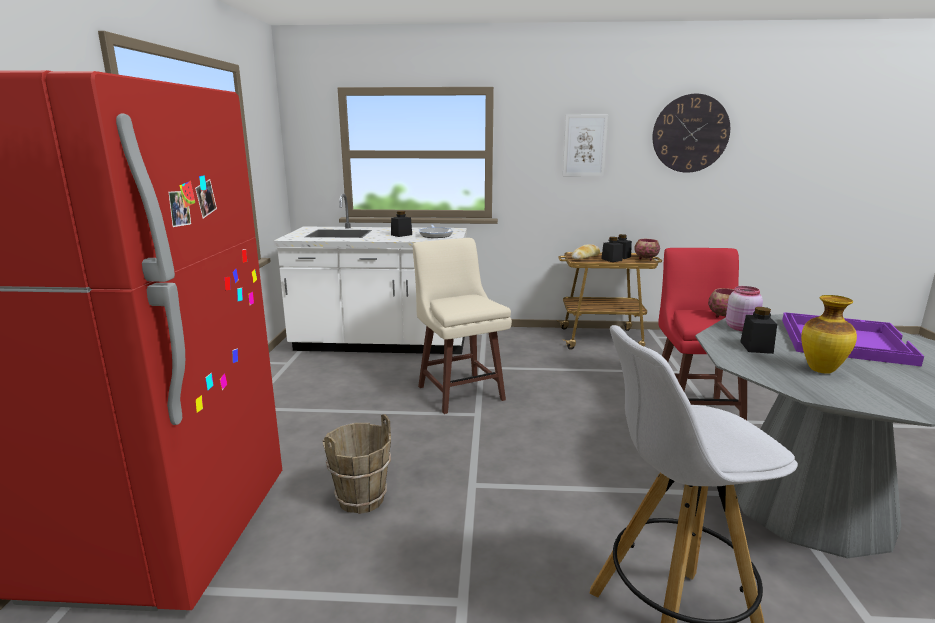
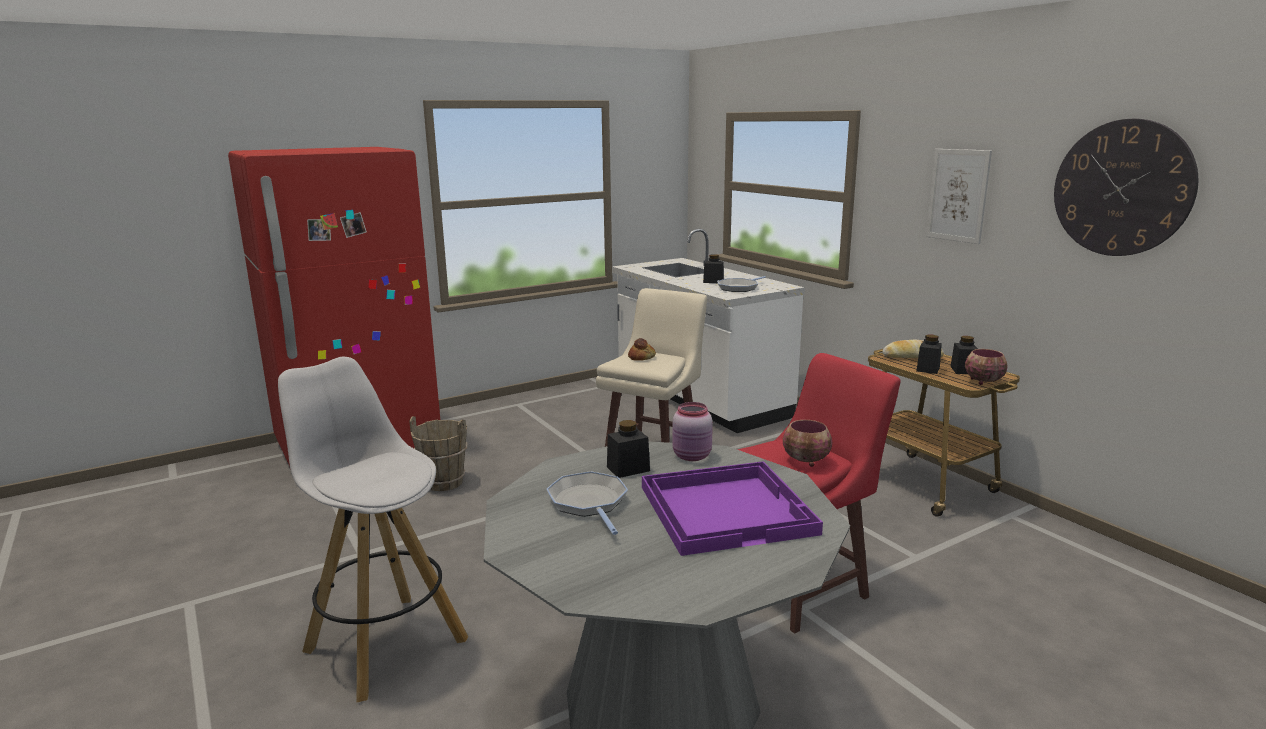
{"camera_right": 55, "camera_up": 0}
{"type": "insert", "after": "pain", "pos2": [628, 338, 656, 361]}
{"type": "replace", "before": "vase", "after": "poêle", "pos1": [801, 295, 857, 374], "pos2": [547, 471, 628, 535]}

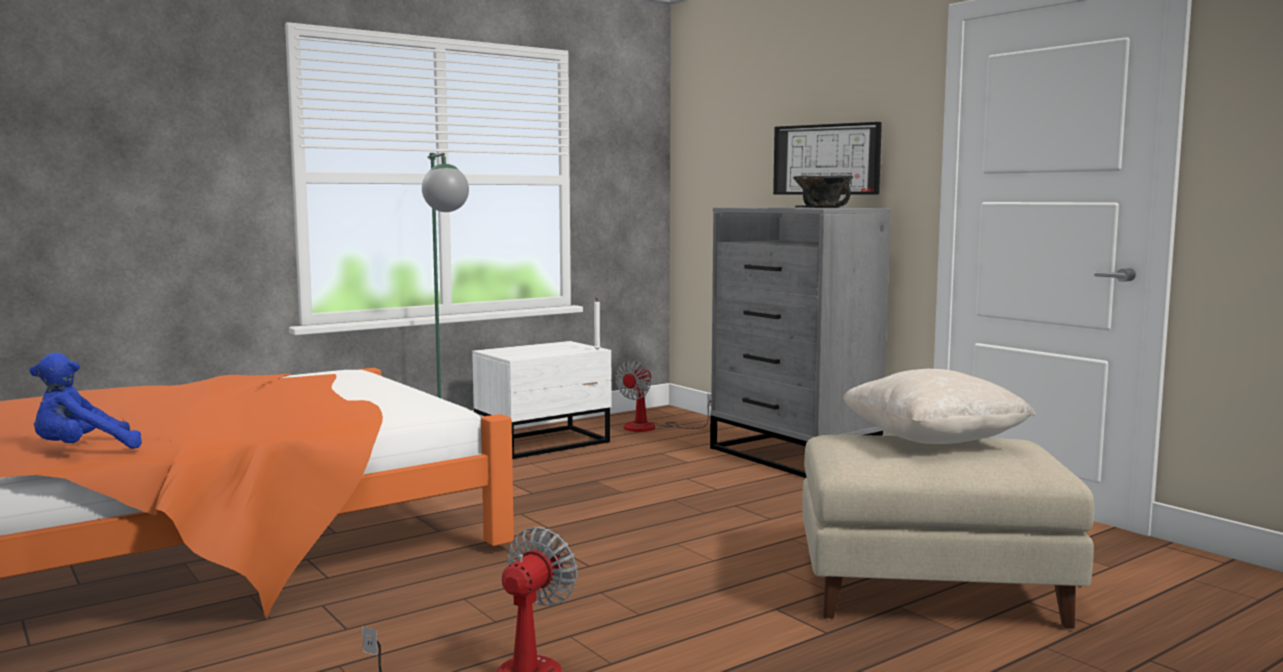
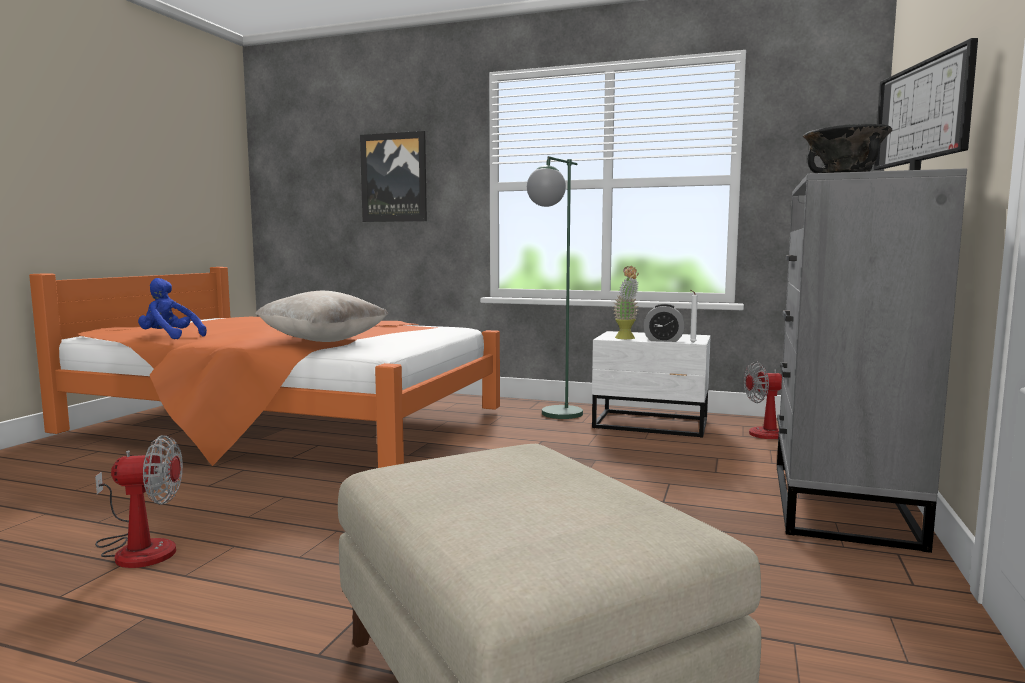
{"camera_right": 55, "camera_up": 0}
{"type": "insert", "after": "tableau", "pos2": [360, 131, 427, 222]}
{"type": "insert", "after": "plante en pot", "pos2": [613, 266, 639, 339]}
{"type": "insert", "after": "réveil", "pos2": [643, 304, 684, 342]}
{"type": "move", "before": "coussin (beige)", "pos1": [843, 369, 1036, 444], "pos2": [255, 291, 388, 342]}

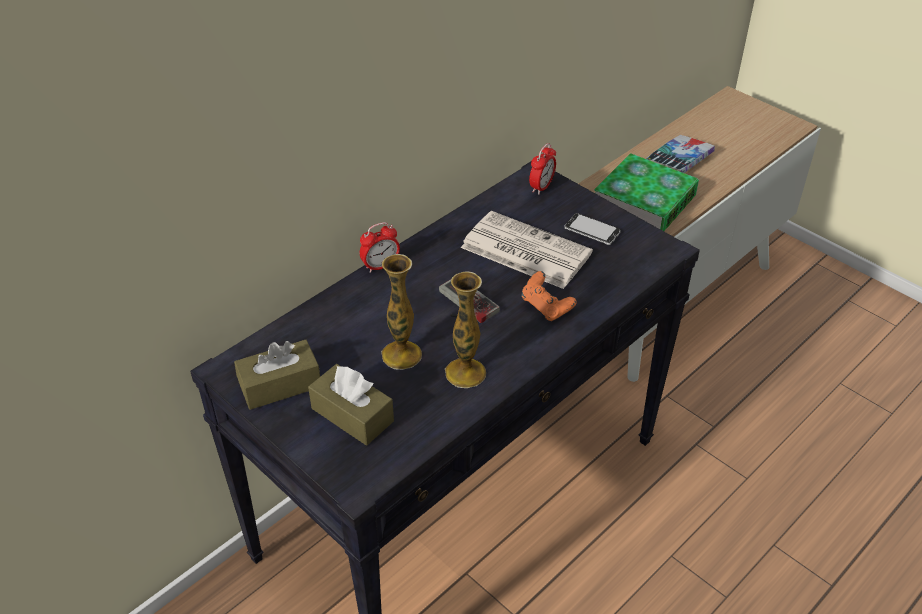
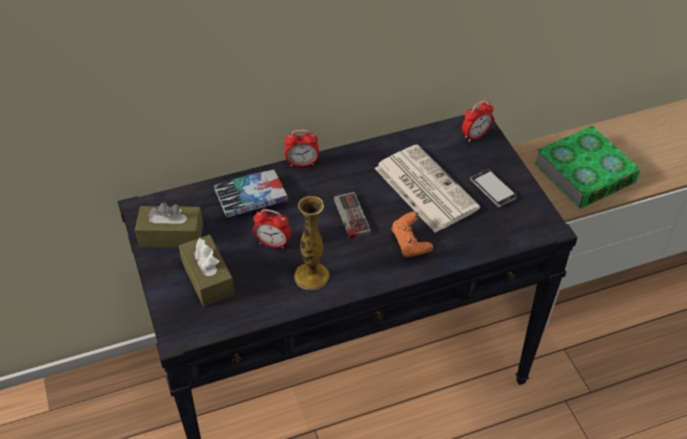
{"camera_right": 25, "camera_up": 5}
{"type": "move", "before": "livre", "pos1": [646, 135, 715, 173], "pos2": [214, 170, 288, 217]}
{"type": "replace", "before": "vase", "after": "réveil", "pos1": [381, 254, 422, 370], "pos2": [253, 209, 291, 249]}

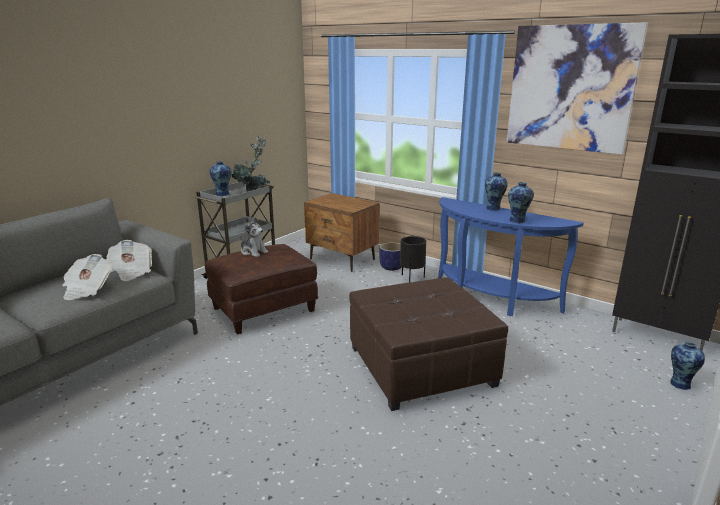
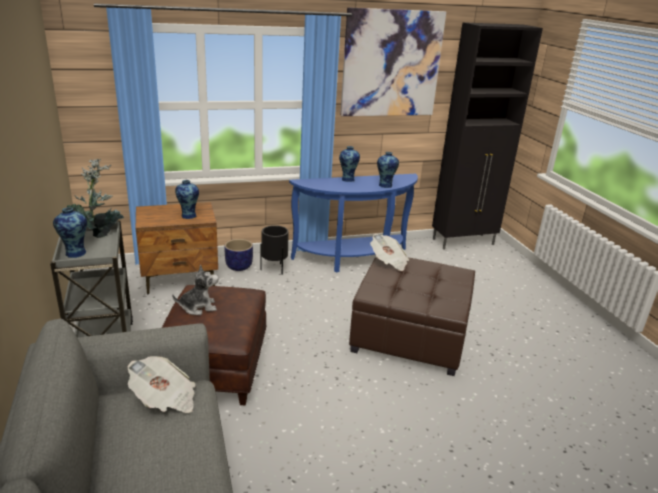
{"camera_right": -55, "camera_up": 5}
{"type": "move", "before": "journal", "pos1": [62, 254, 113, 300], "pos2": [370, 234, 409, 271]}
{"type": "move", "before": "vase", "pos1": [670, 341, 705, 390], "pos2": [175, 180, 199, 219]}

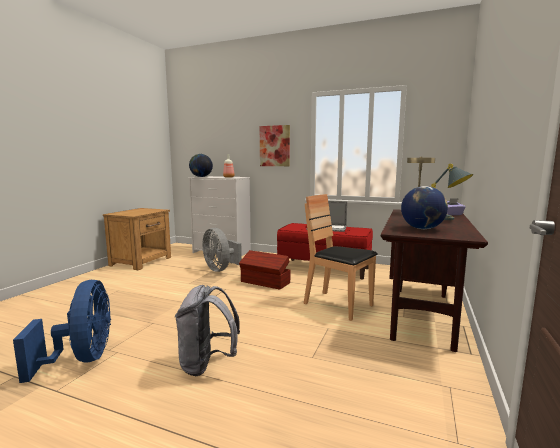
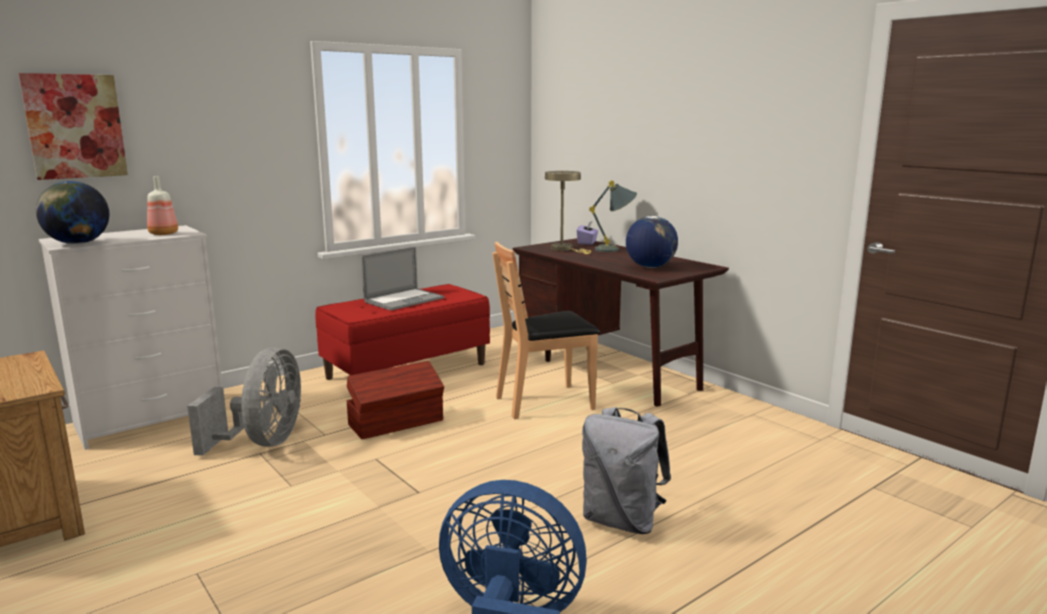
{"camera_right": -60, "camera_up": 5}
{"type": "move", "before": "tableau", "pos1": [260, 125, 290, 166], "pos2": [19, 73, 128, 180]}
{"type": "rotate", "before": "ventilateur (gris)", "pos1": [203, 228, 242, 272], "pos2": [187, 347, 301, 456], "turn": -75}

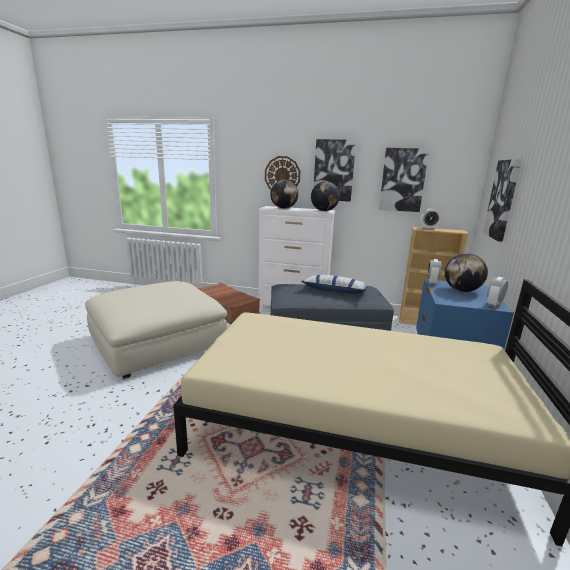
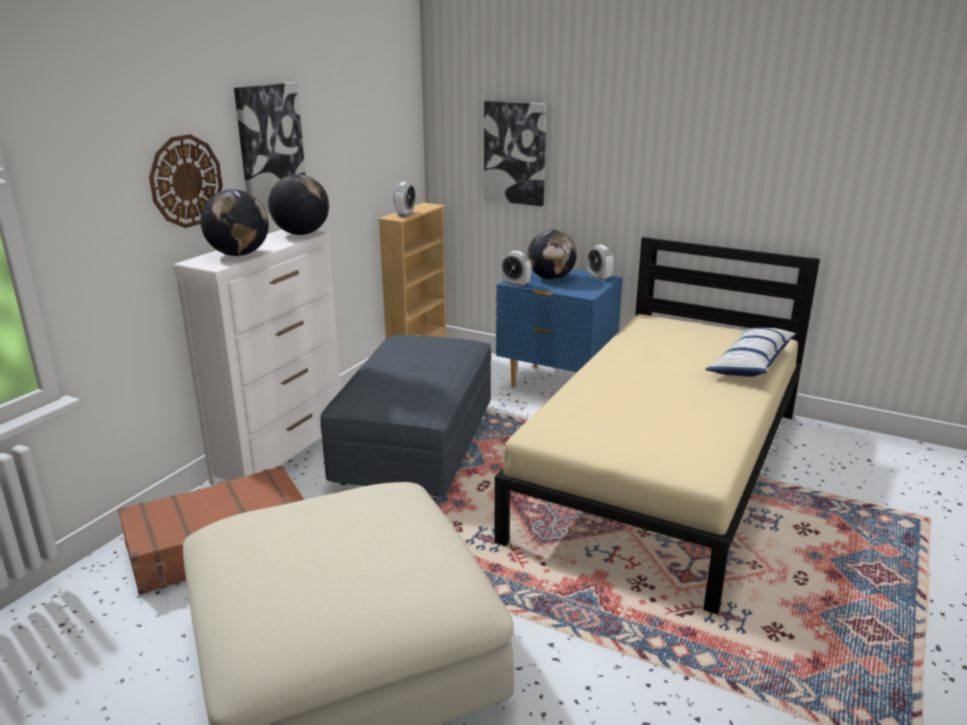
{"camera_right": -75, "camera_up": 5}
{"type": "delete", "before": "tableau", "pos1": [379, 148, 429, 212]}
{"type": "move", "before": "coussin", "pos1": [301, 275, 369, 294], "pos2": [705, 328, 797, 377]}

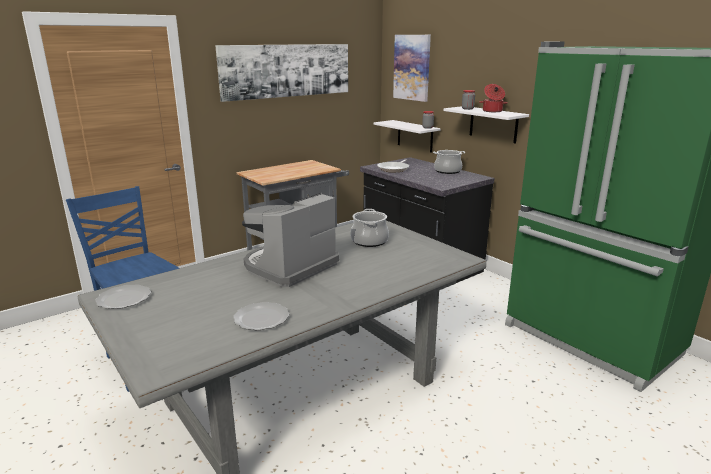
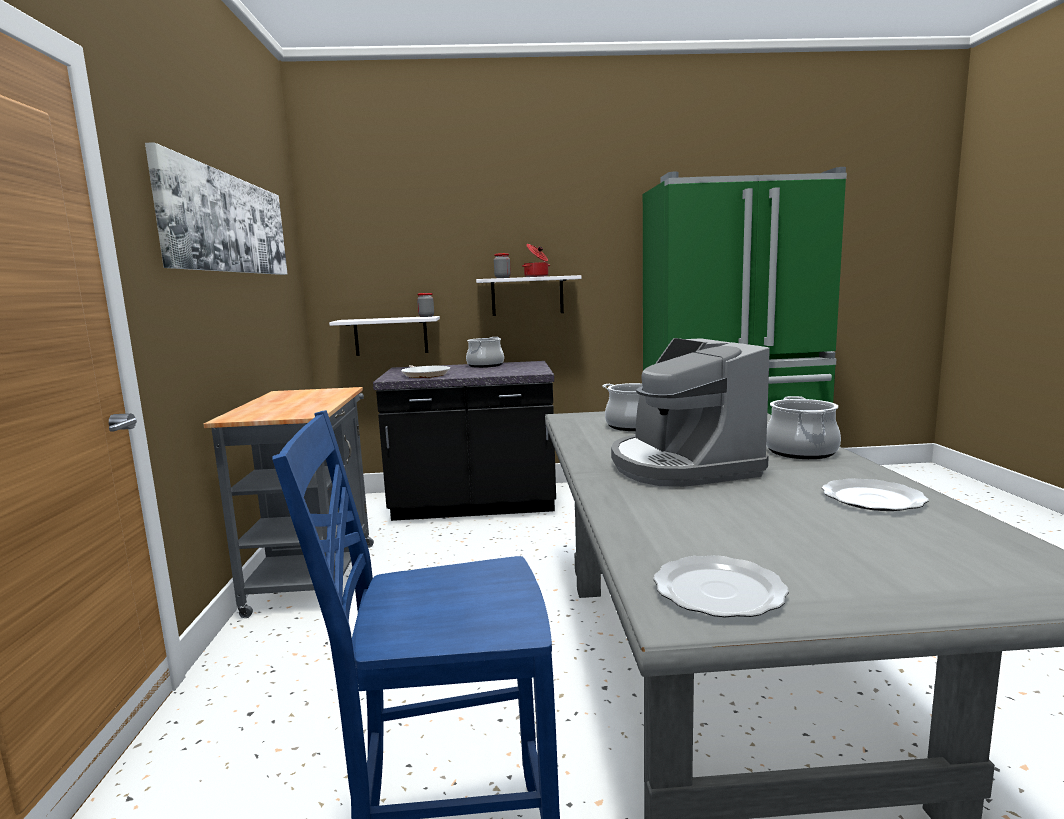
{"camera_right": -55, "camera_up": -10}
{"type": "delete", "before": "tableau", "pos1": [393, 35, 431, 102]}
{"type": "insert", "after": "marmite", "pos2": [766, 396, 841, 459]}

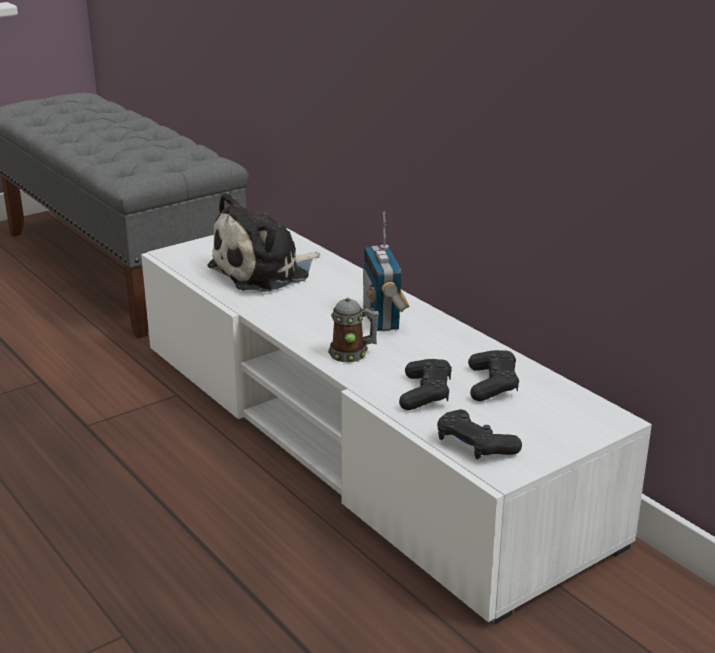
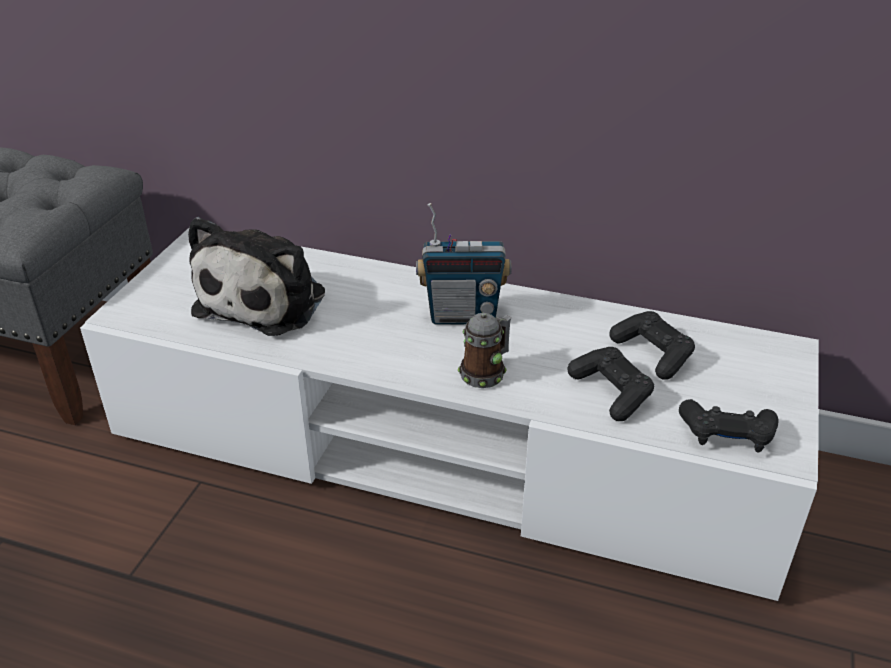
{"camera_right": -35, "camera_up": 10}
{"type": "rotate", "before": "radio", "pos1": [363, 211, 410, 331], "pos2": [416, 203, 511, 325], "turn": -45}

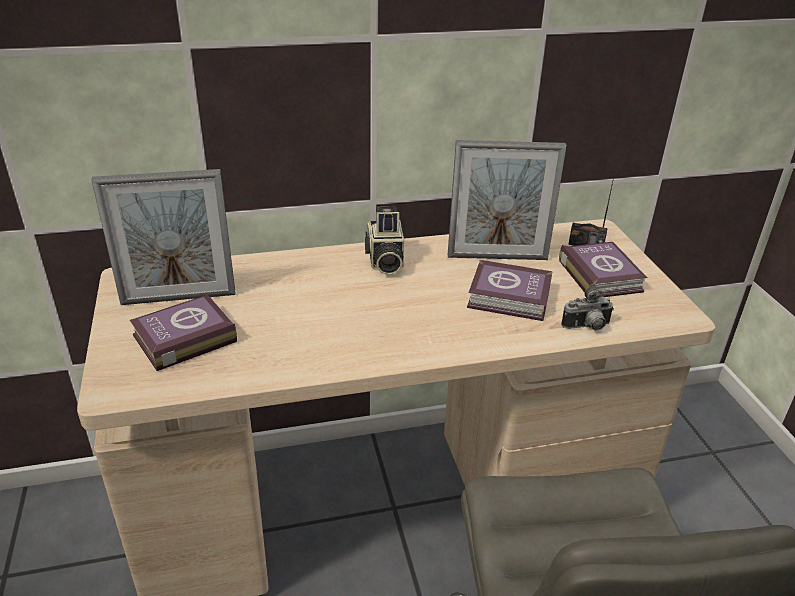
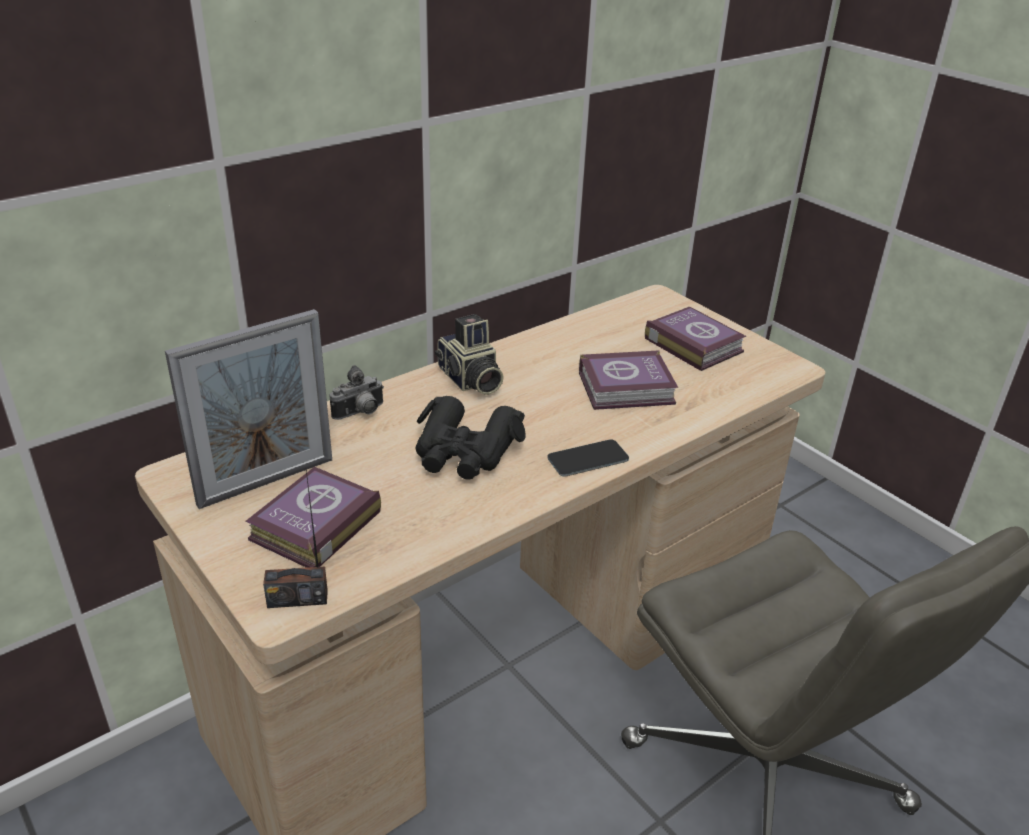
{"camera_right": -25, "camera_up": 0}
{"type": "delete", "before": "cadre photo", "pos1": [448, 140, 567, 260]}
{"type": "insert", "after": "jumelles (noir)", "pos2": [415, 396, 526, 480]}
{"type": "insert", "after": "téléphone", "pos2": [547, 439, 629, 477]}
{"type": "move", "before": "appareil photo", "pos1": [561, 284, 614, 330], "pos2": [330, 365, 384, 420]}
{"type": "move", "before": "radio", "pos1": [568, 162, 617, 246], "pos2": [263, 470, 328, 608]}

